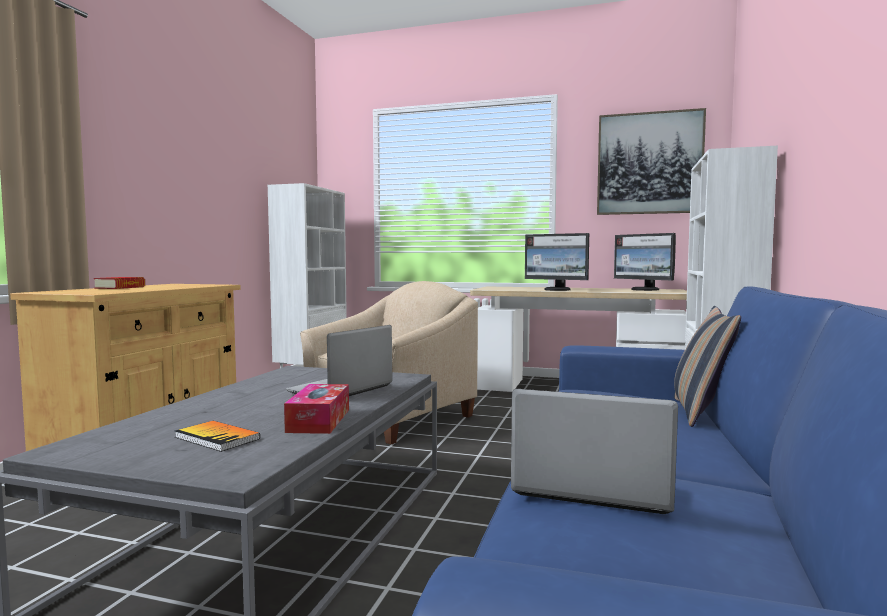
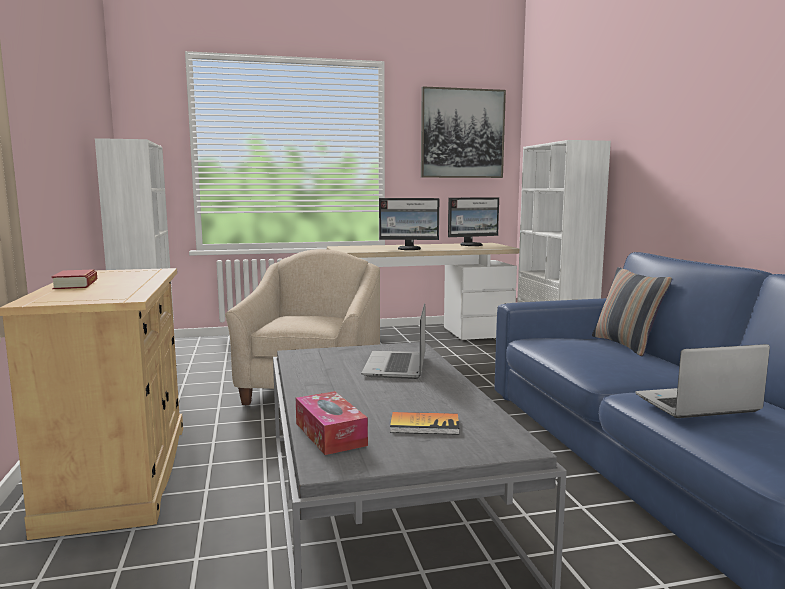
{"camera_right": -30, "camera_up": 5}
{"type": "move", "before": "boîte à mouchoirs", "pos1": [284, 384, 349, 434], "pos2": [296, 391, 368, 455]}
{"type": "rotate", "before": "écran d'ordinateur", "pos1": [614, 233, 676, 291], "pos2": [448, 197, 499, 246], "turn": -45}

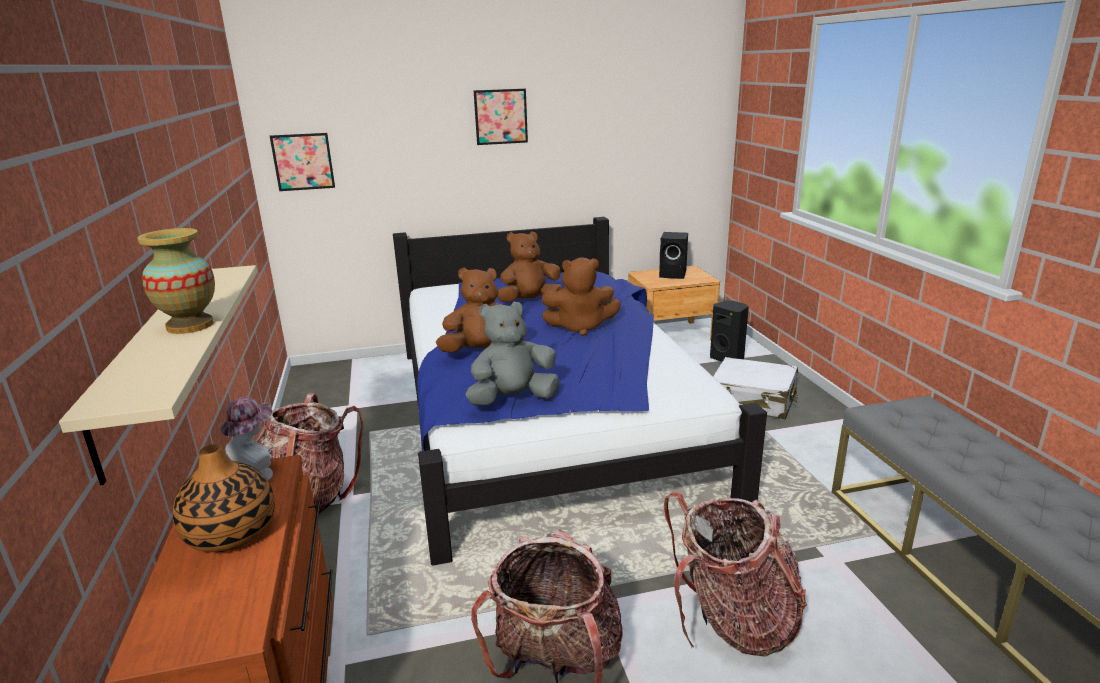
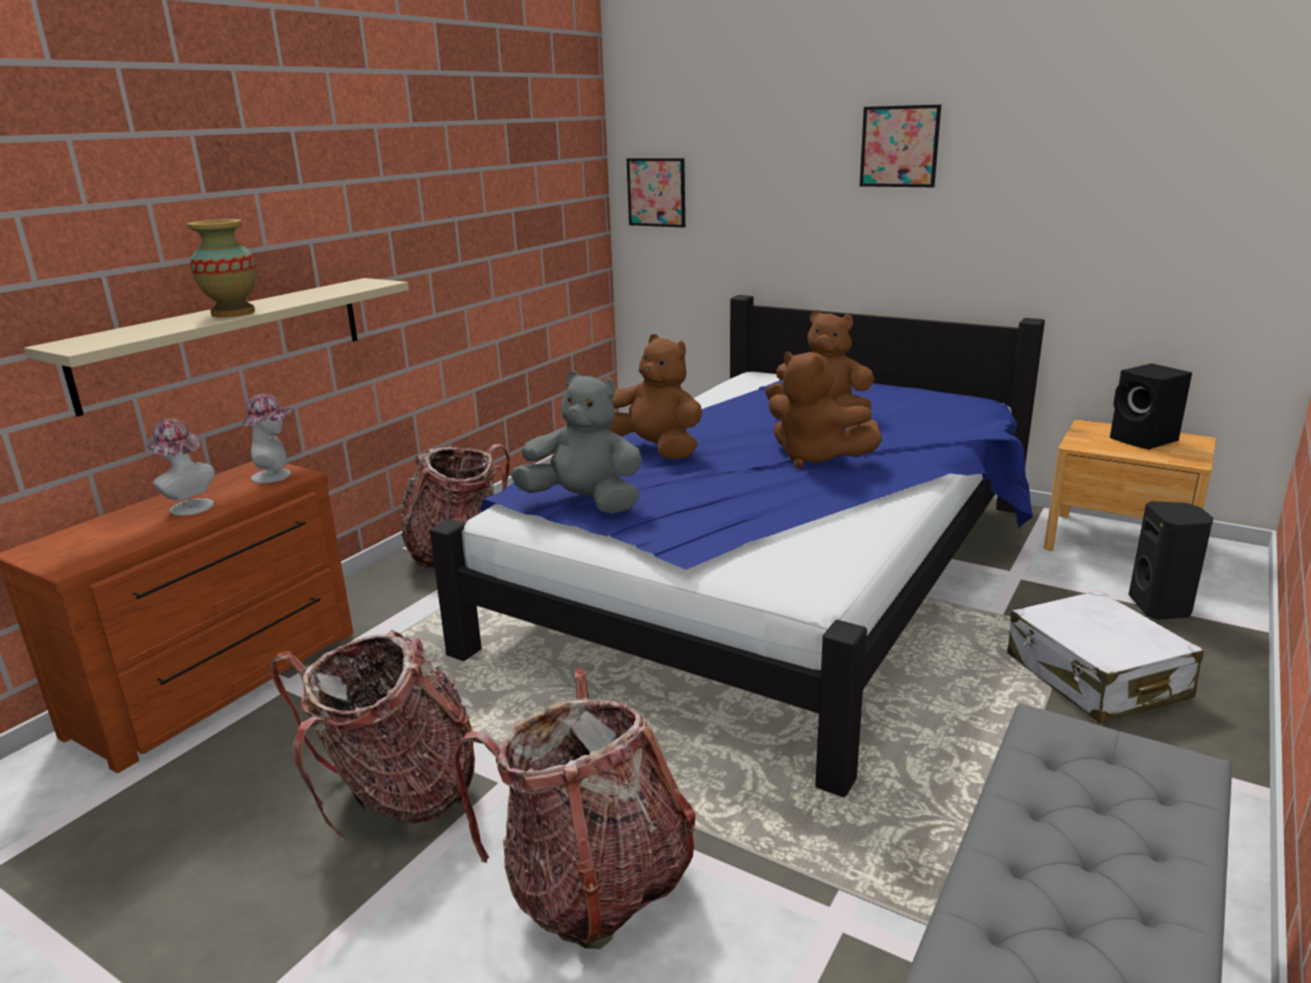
{"camera_right": 45, "camera_up": 0}
{"type": "replace", "before": "vase", "after": "chapeau", "pos1": [173, 444, 275, 552], "pos2": [146, 418, 215, 516]}

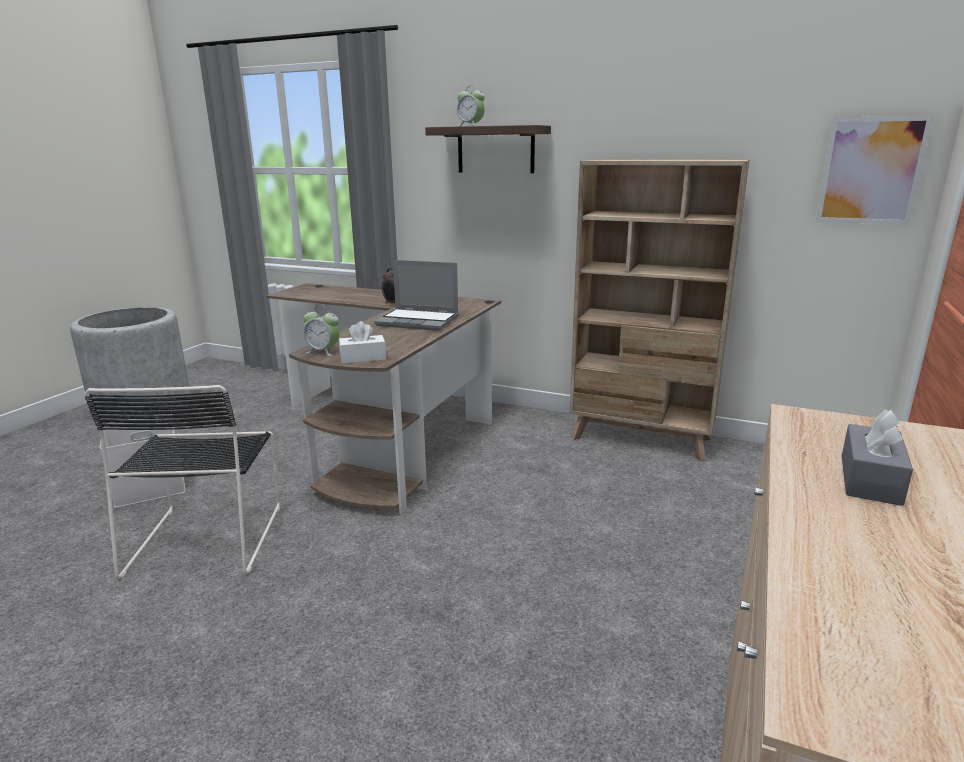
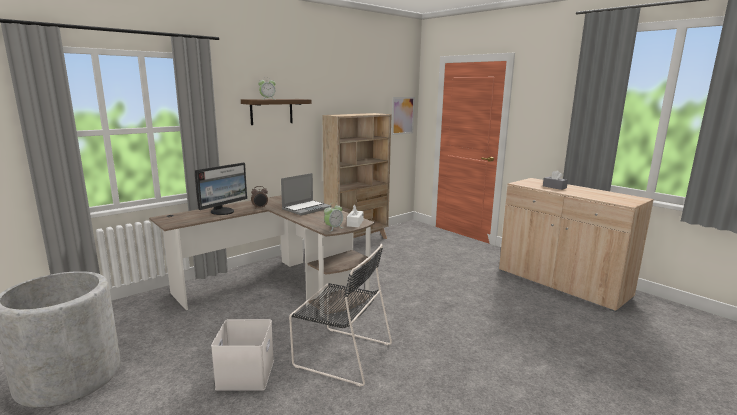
{"camera_right": -65, "camera_up": -5}
{"type": "insert", "after": "écran d'ordinateur", "pos2": [195, 163, 247, 215]}

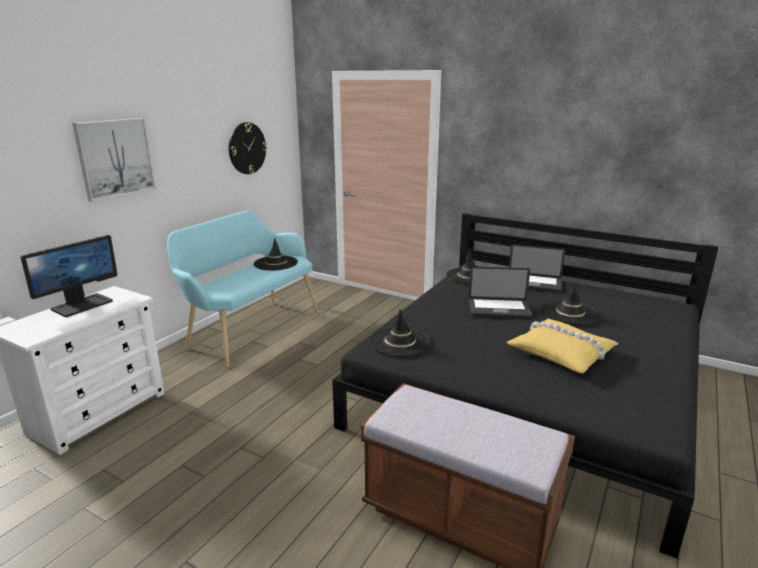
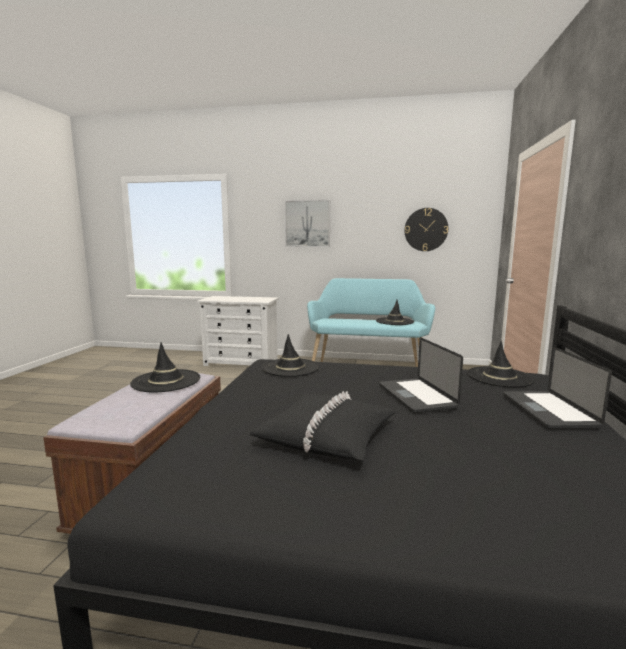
{"camera_right": 70, "camera_up": -10}
{"type": "delete", "before": "écran d'ordinateur", "pos1": [20, 235, 117, 317]}
{"type": "move", "before": "chapeau (noir)", "pos1": [542, 283, 600, 325], "pos2": [130, 343, 200, 392]}
{"type": "recolor", "before": "coussin (jaune)", "after": "coussin (noir)", "pos1": [506, 319, 618, 374], "pos2": [249, 391, 396, 460]}

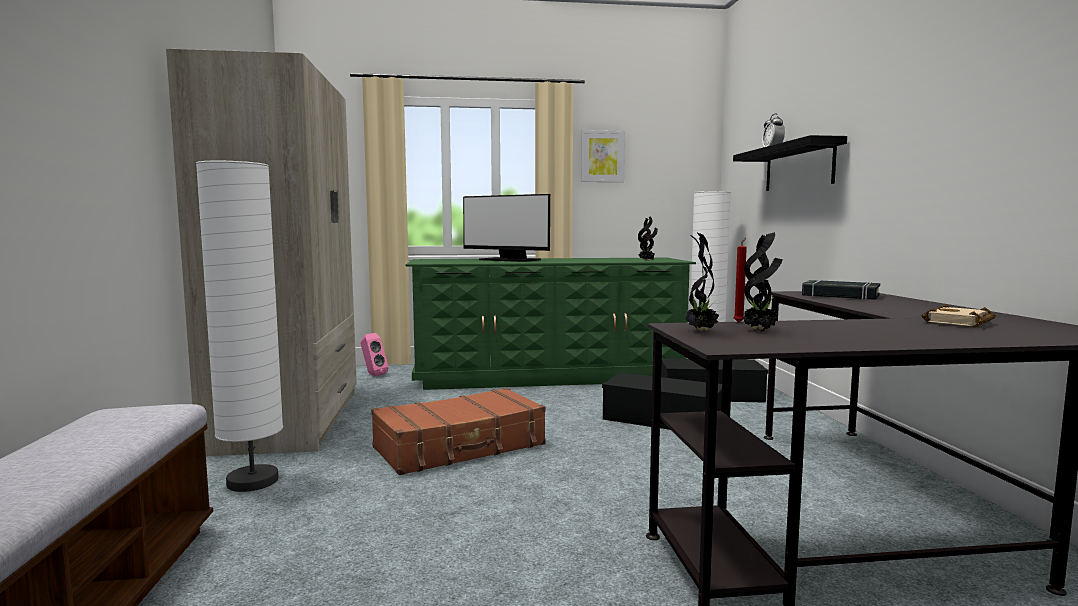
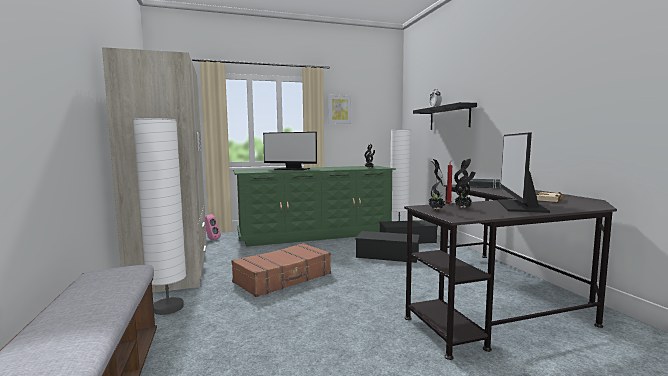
{"camera_right": -10, "camera_up": 0}
{"type": "insert", "after": "écran d'ordinateur", "pos2": [498, 133, 550, 213]}

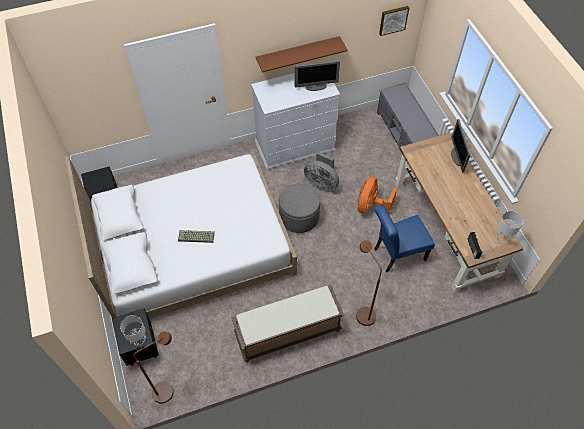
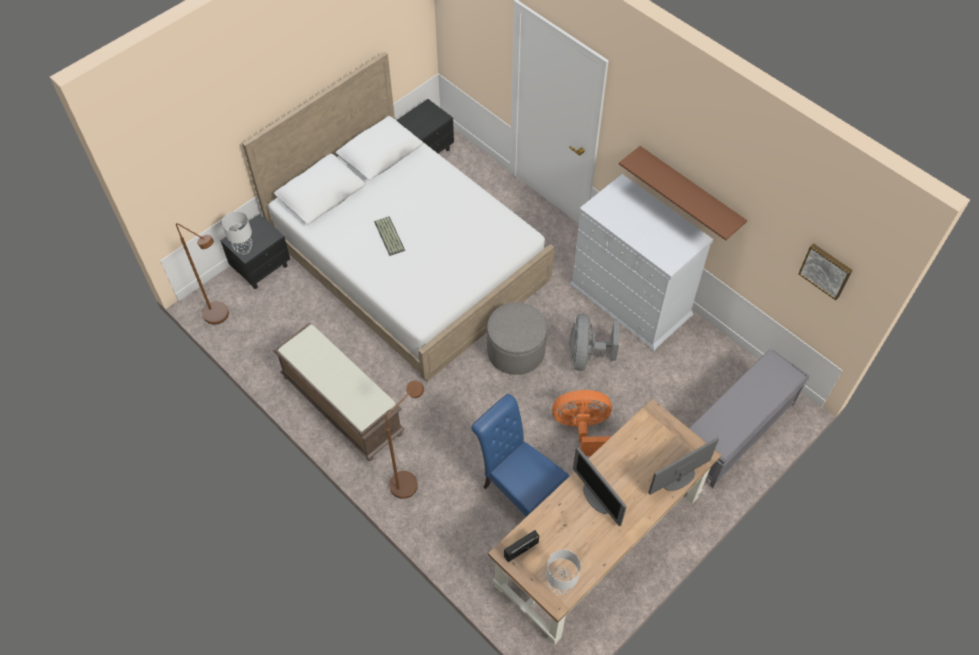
{"camera_right": 65, "camera_up": 0}
{"type": "move", "before": "écran d'ordinateur", "pos1": [295, 60, 340, 91], "pos2": [573, 447, 627, 526]}

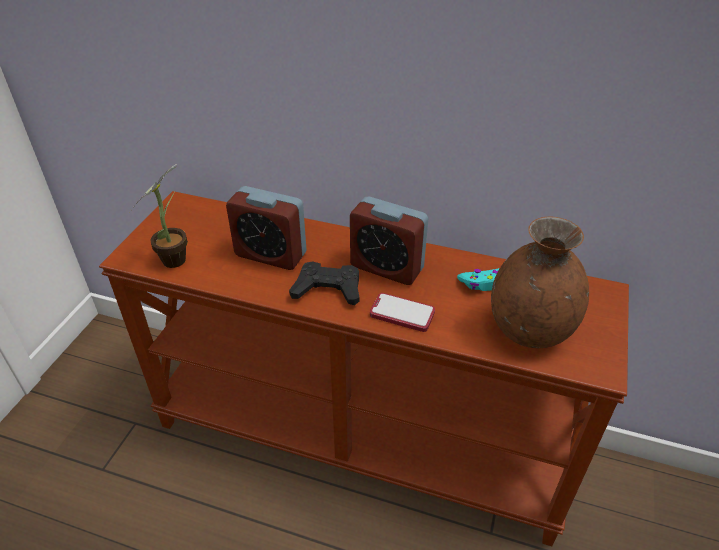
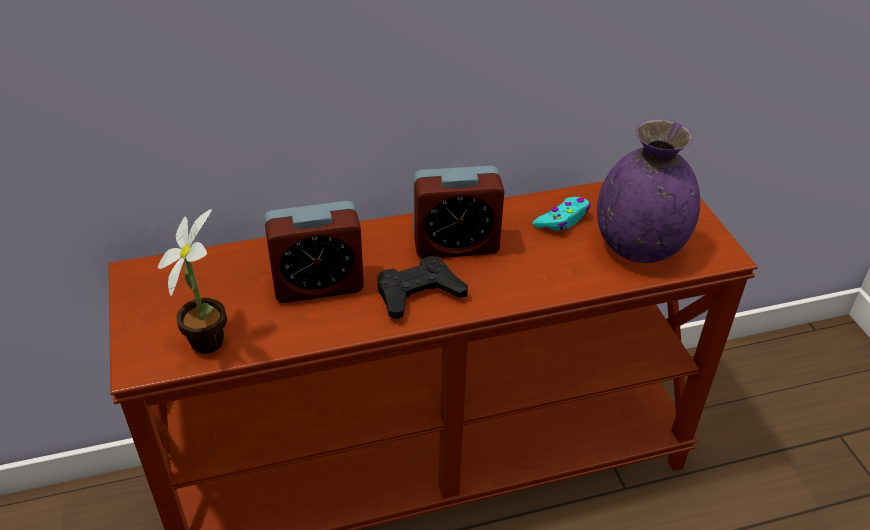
{"camera_right": -35, "camera_up": 0}
{"type": "delete", "before": "téléphone", "pos1": [370, 293, 435, 332]}
{"type": "recolor", "before": "vase (marron)", "after": "vase (violet)", "pos1": [491, 217, 589, 348], "pos2": [597, 119, 700, 263]}

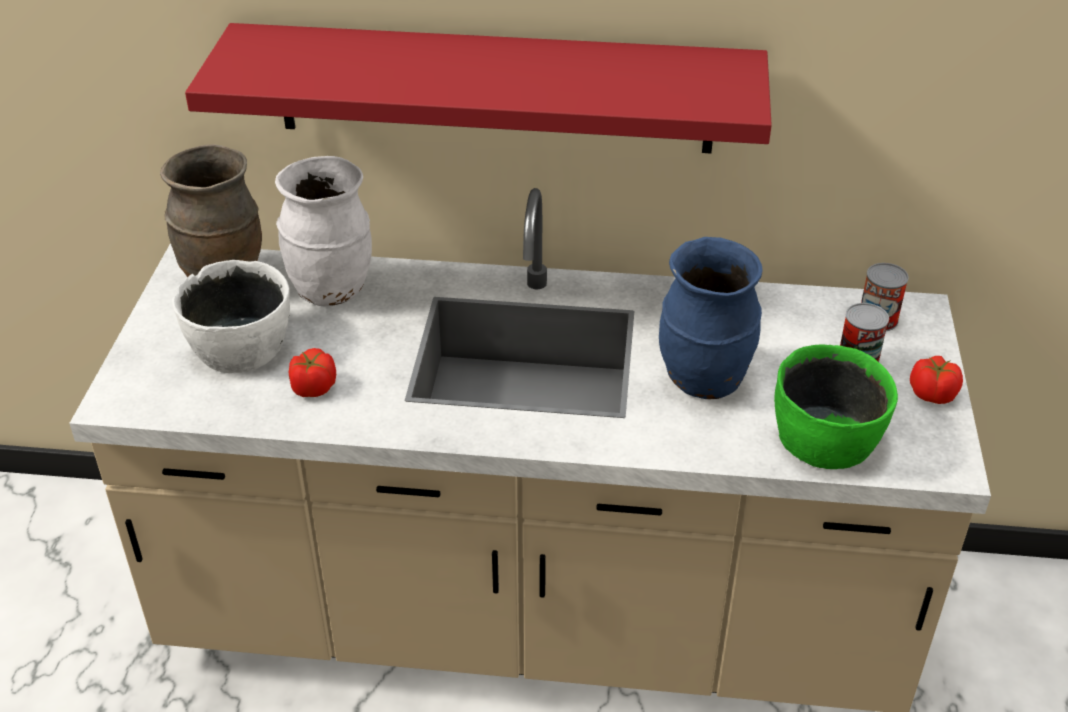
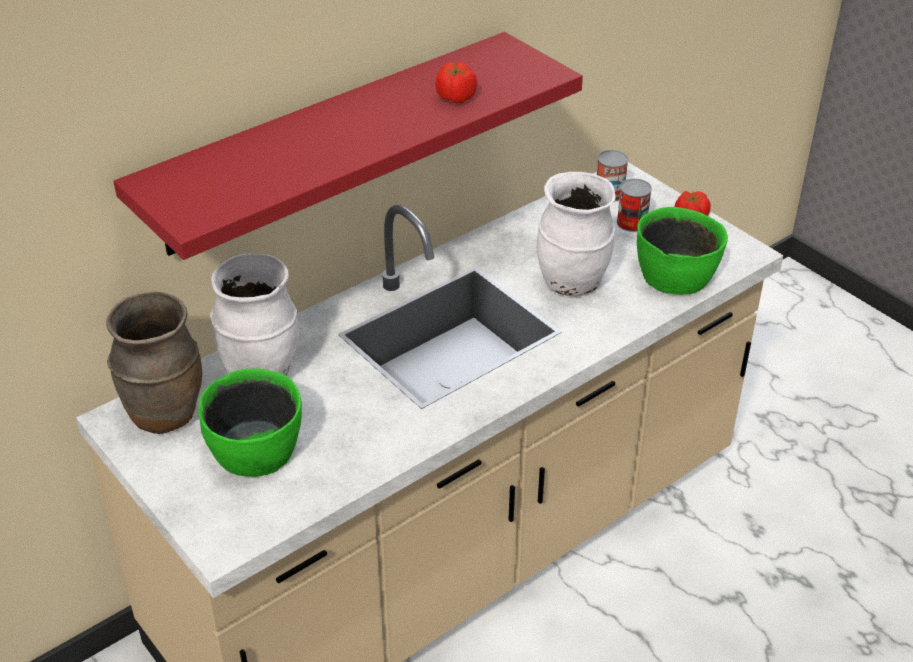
{"camera_right": -45, "camera_up": 0}
{"type": "move", "before": "tomate", "pos1": [289, 348, 336, 397], "pos2": [436, 62, 477, 103]}
{"type": "recolor", "before": "bol (blanc)", "after": "bol (vert)", "pos1": [172, 260, 290, 373], "pos2": [198, 368, 302, 477]}
{"type": "recolor", "before": "vase (bleu)", "after": "vase (blanc)", "pos1": [659, 237, 763, 399], "pos2": [537, 172, 616, 296]}

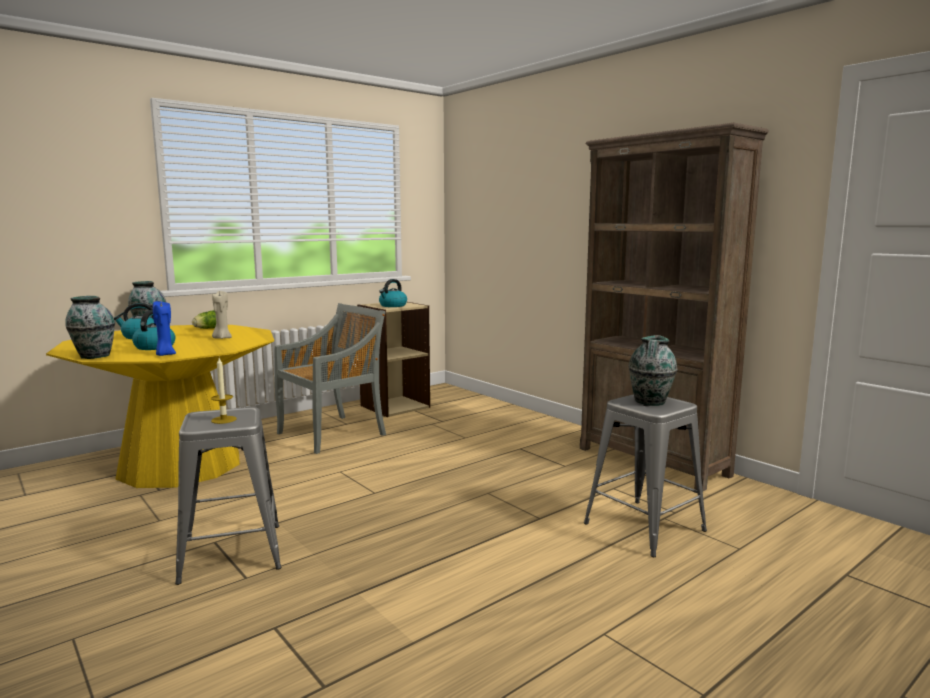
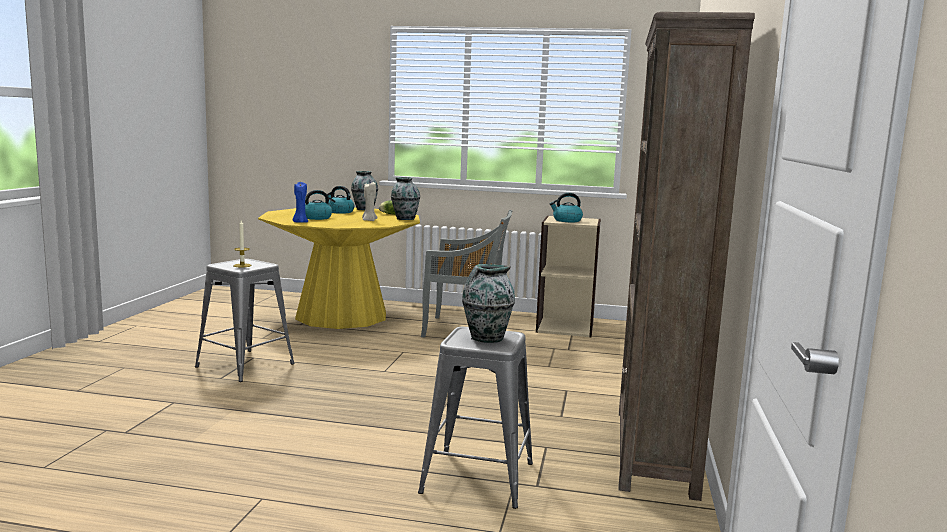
{"camera_right": 50, "camera_up": 0}
{"type": "move", "before": "vase", "pos1": [65, 296, 115, 359], "pos2": [391, 177, 420, 220]}

